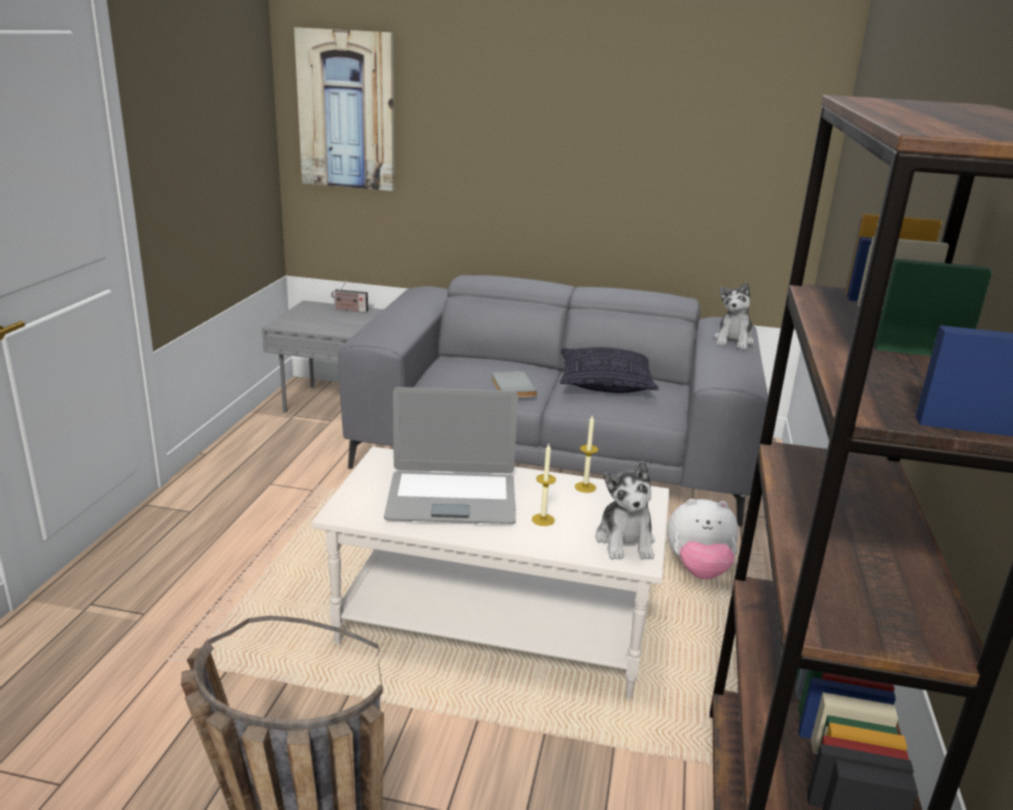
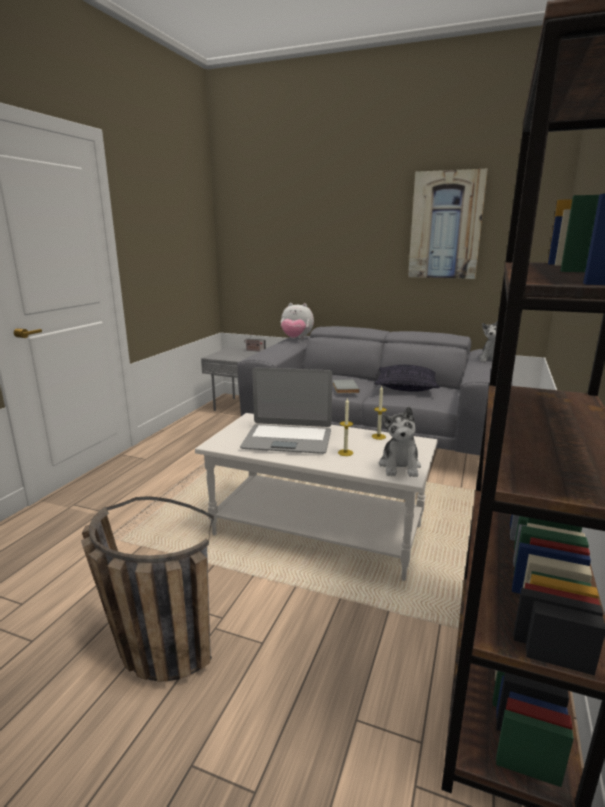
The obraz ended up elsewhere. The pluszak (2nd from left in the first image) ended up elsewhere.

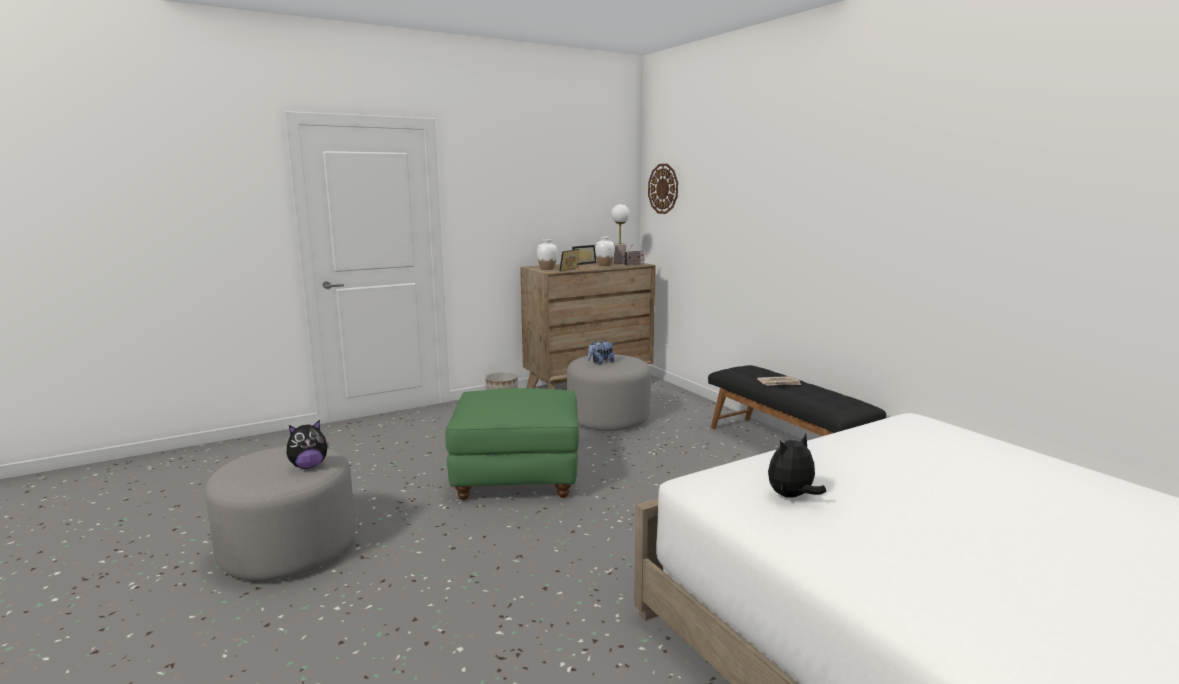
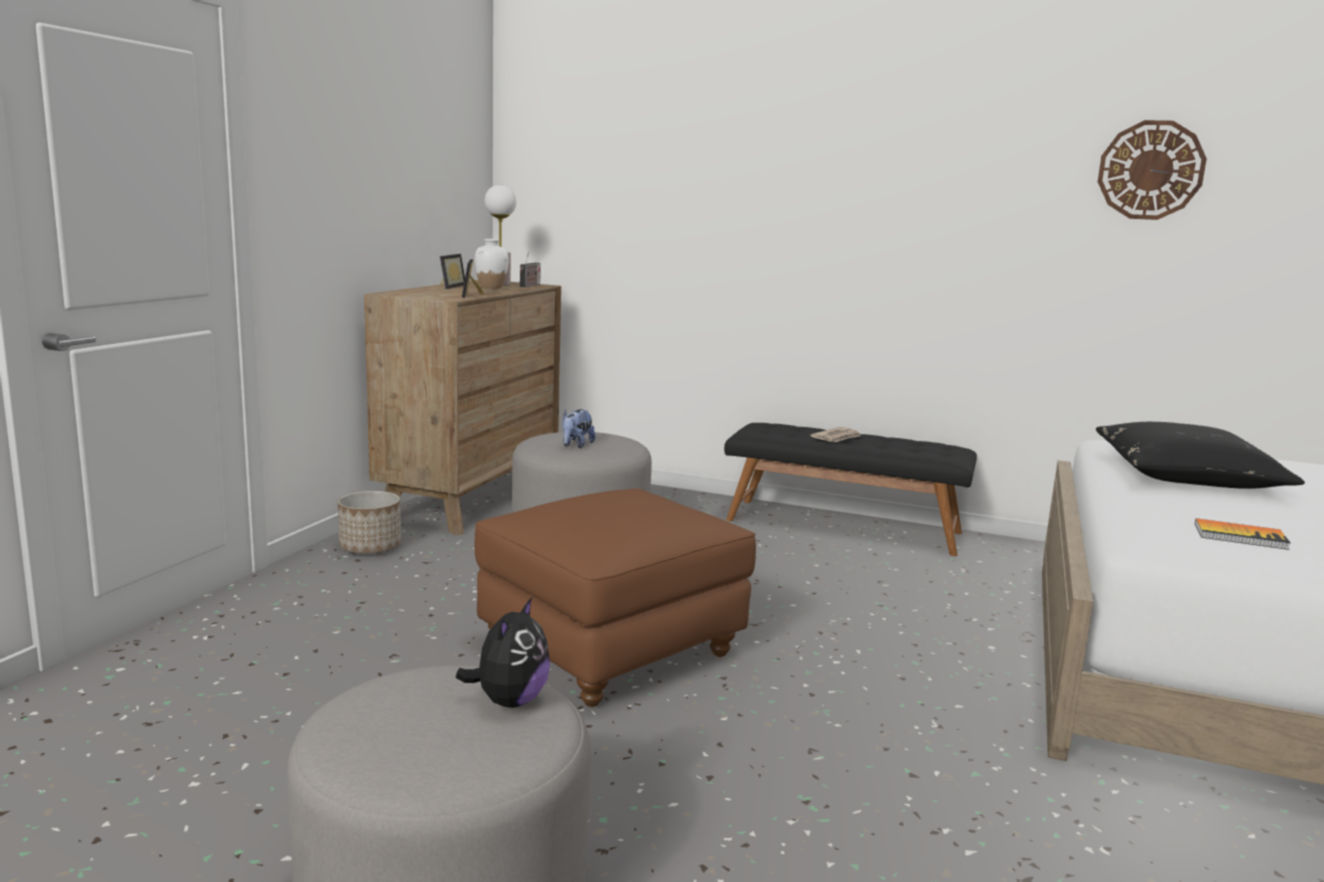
The second view lost the wazon/biały (1st from left). The second view gained the poduszka/czarny. The zegar ścienny ended up elsewhere. Where the pluszak (3rd from left) stood, the książka came to stand. What was the pufa/zielony turned into the pufa/brązowy.

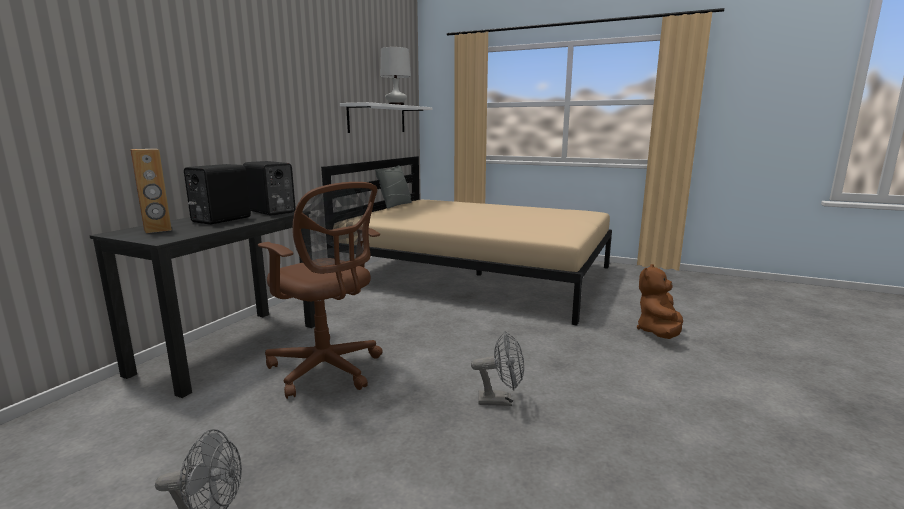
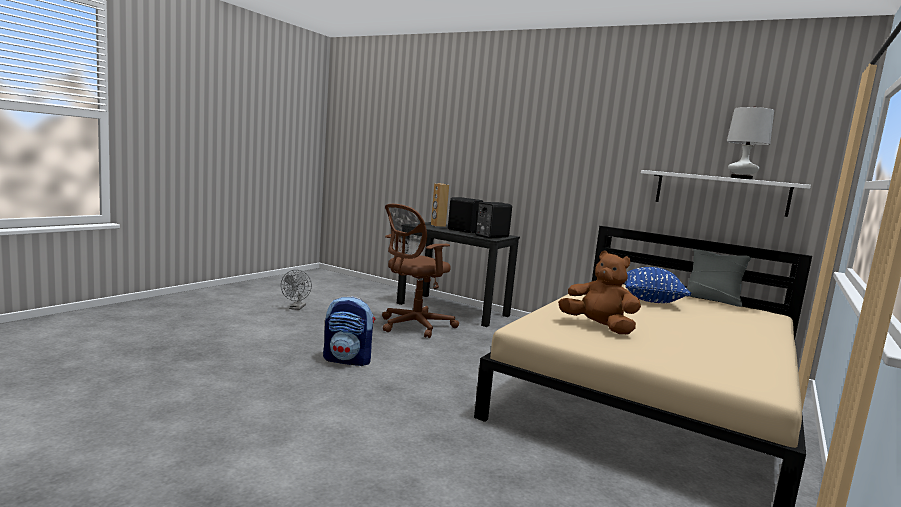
The second view gained the poduszka/niebieski. The pluszak/brązowy ended up elsewhere. Where the wentylator/szary (2nd from left) stood, the plecak came to stand.

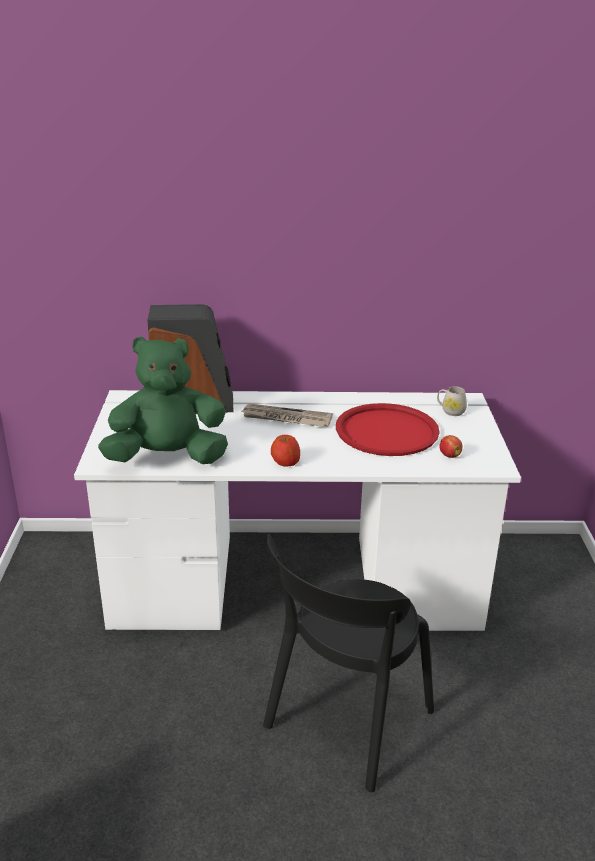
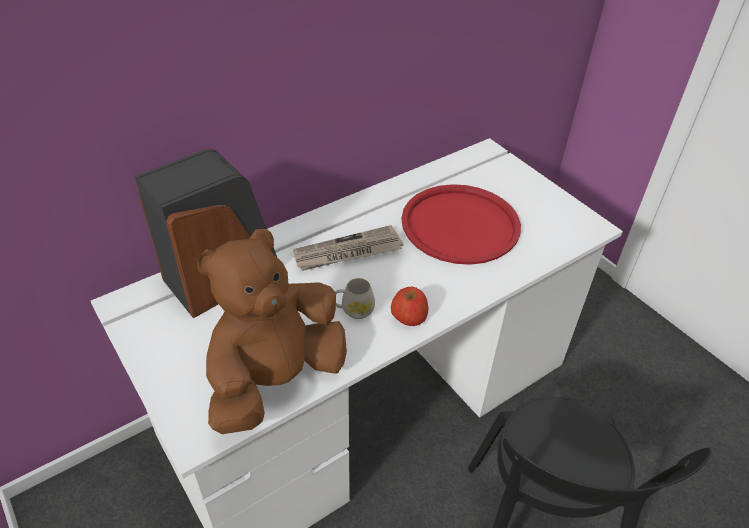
The second view lost the jabłko (2nd from left). The kubek/biały ended up elsewhere. What was the pluszak/zielony turned into the pluszak/brązowy.

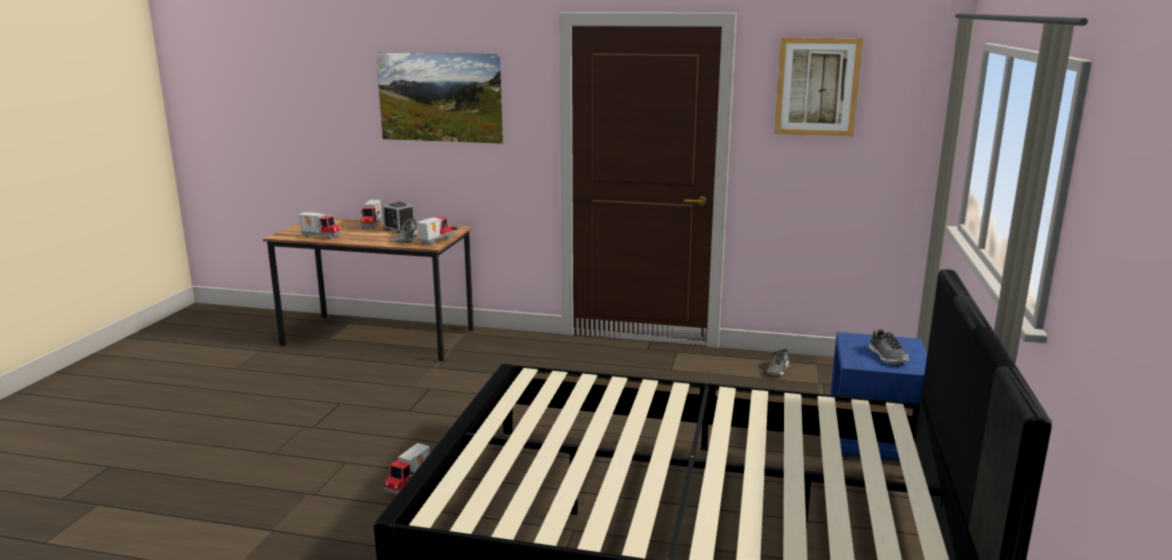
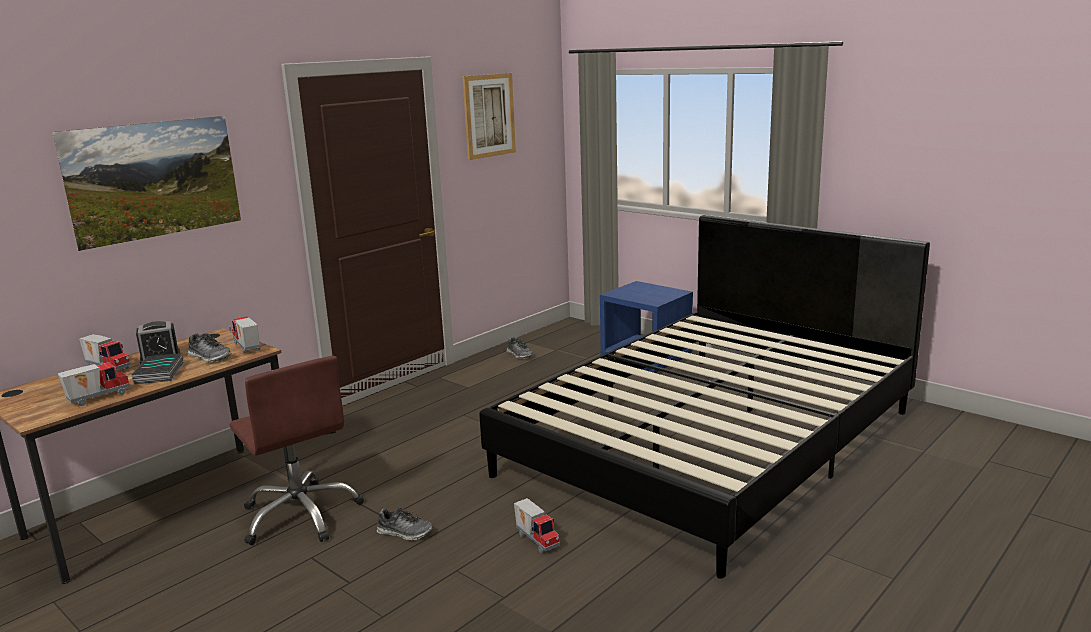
The second view gained the książka. The second view gained the krzesło biurowe/brązowy. The but (3rd from left in the first image) ended up elsewhere.

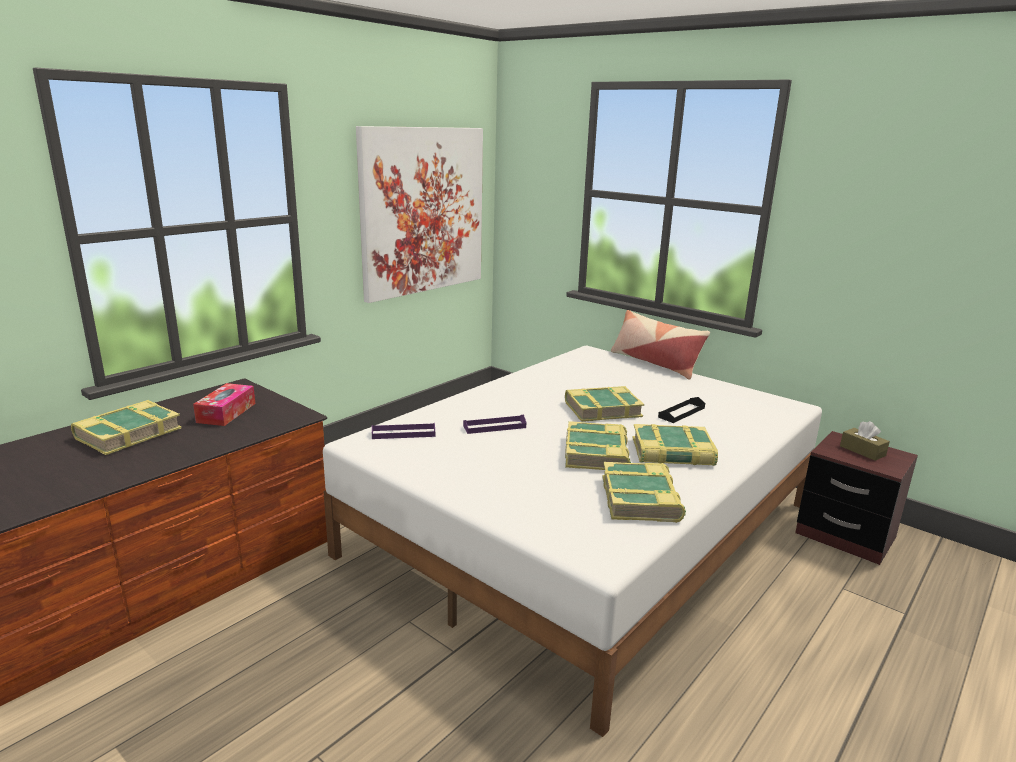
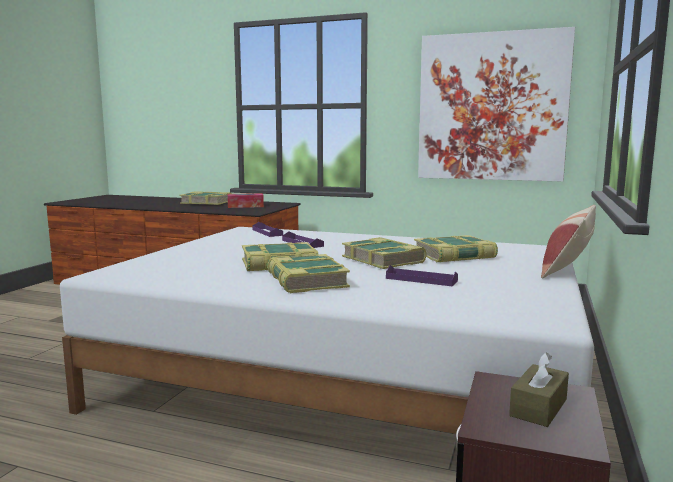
The książka (4th from left in the first image) ended up elsewhere. What was the taca/czarny turned into the taca/fioletowy (3rd from left).

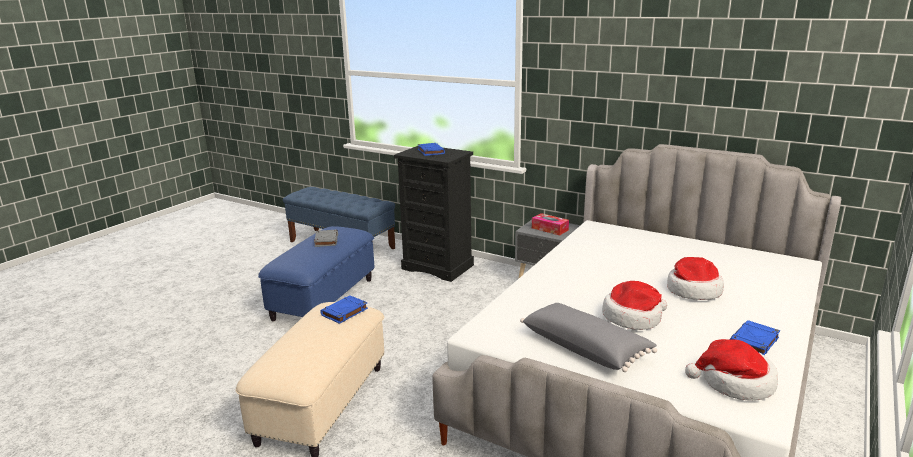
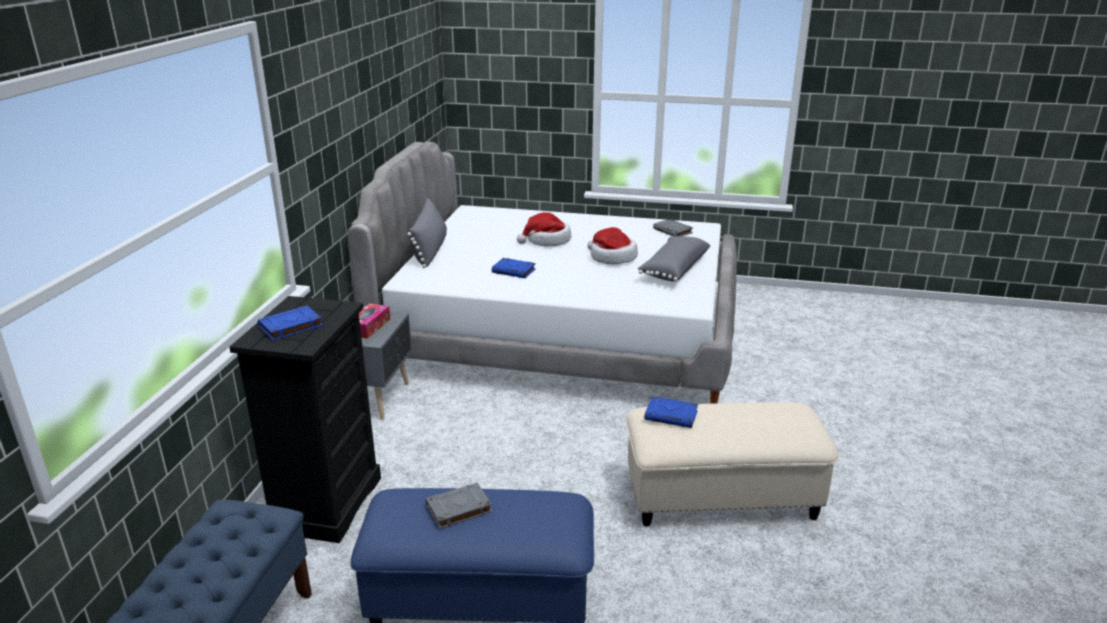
The second view gained the poduszka/szary (1st from left). The książka/niebieski (3rd from left in the first image) ended up elsewhere. Where the kapelusz (3rd from left) stood, the książka/szary (2nd from left) came to stand.

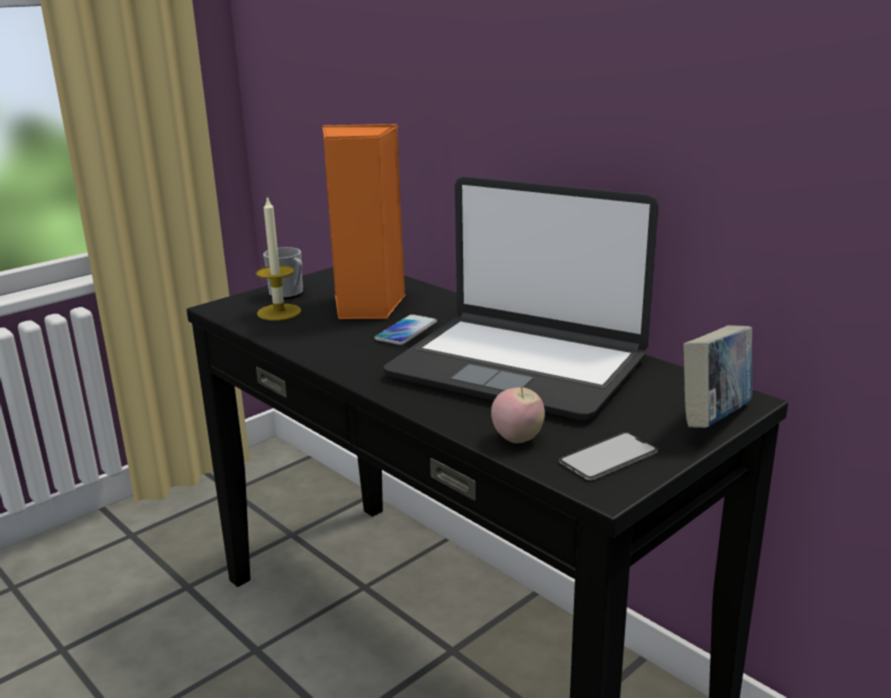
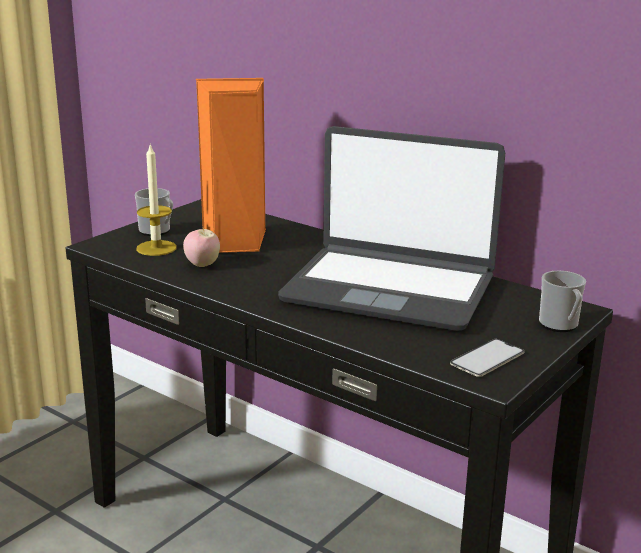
The second view lost the telefon (1st from left). The jabłko ended up elsewhere. Where the książka stood, the kubek (2nd from left) came to stand.

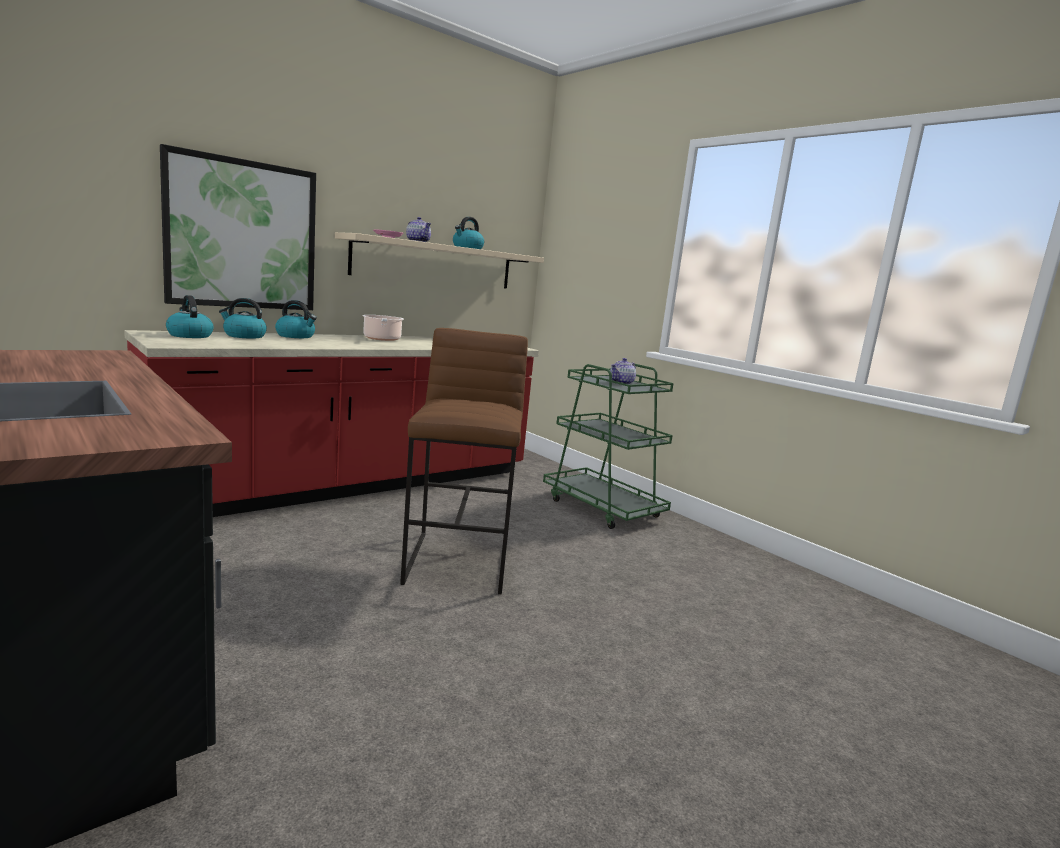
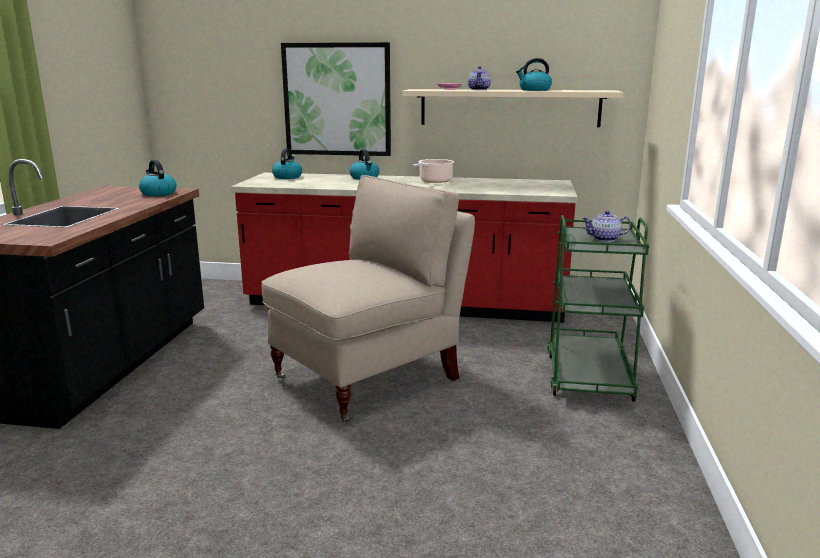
The czajnik (2nd from left in the first image) ended up elsewhere. Where the stołek/brązowy stood, the krzesło/beżowy came to stand.

